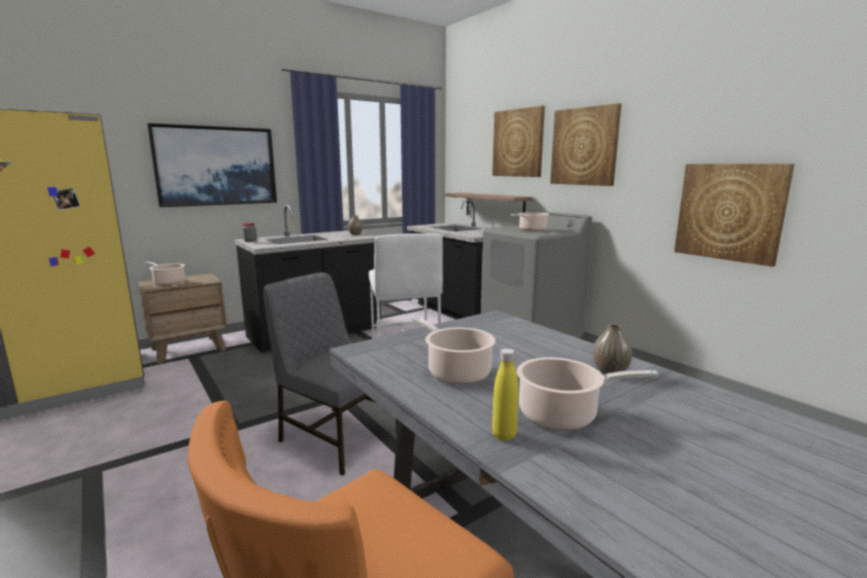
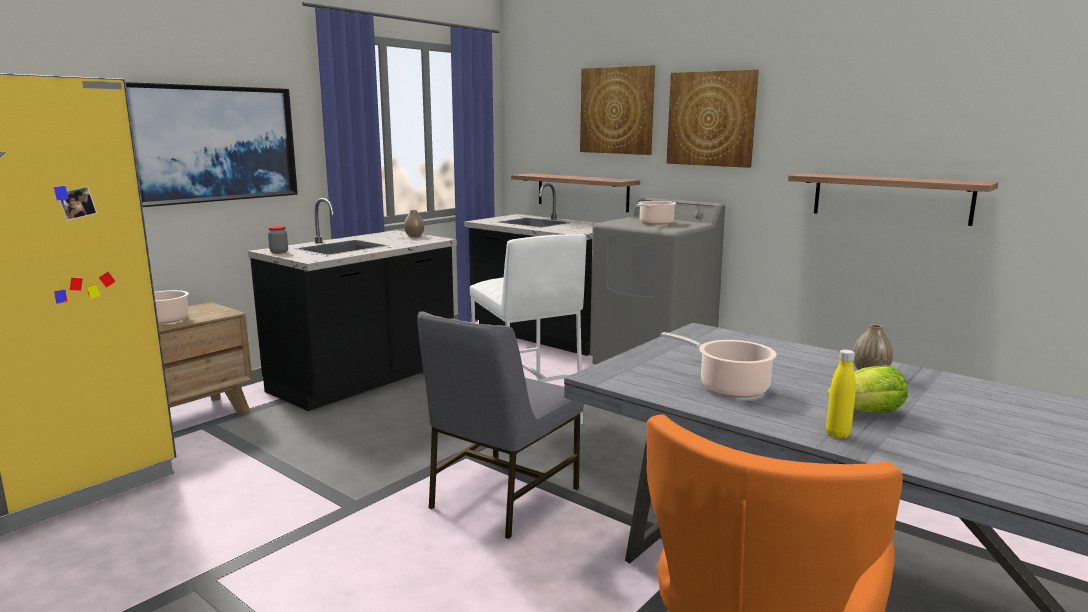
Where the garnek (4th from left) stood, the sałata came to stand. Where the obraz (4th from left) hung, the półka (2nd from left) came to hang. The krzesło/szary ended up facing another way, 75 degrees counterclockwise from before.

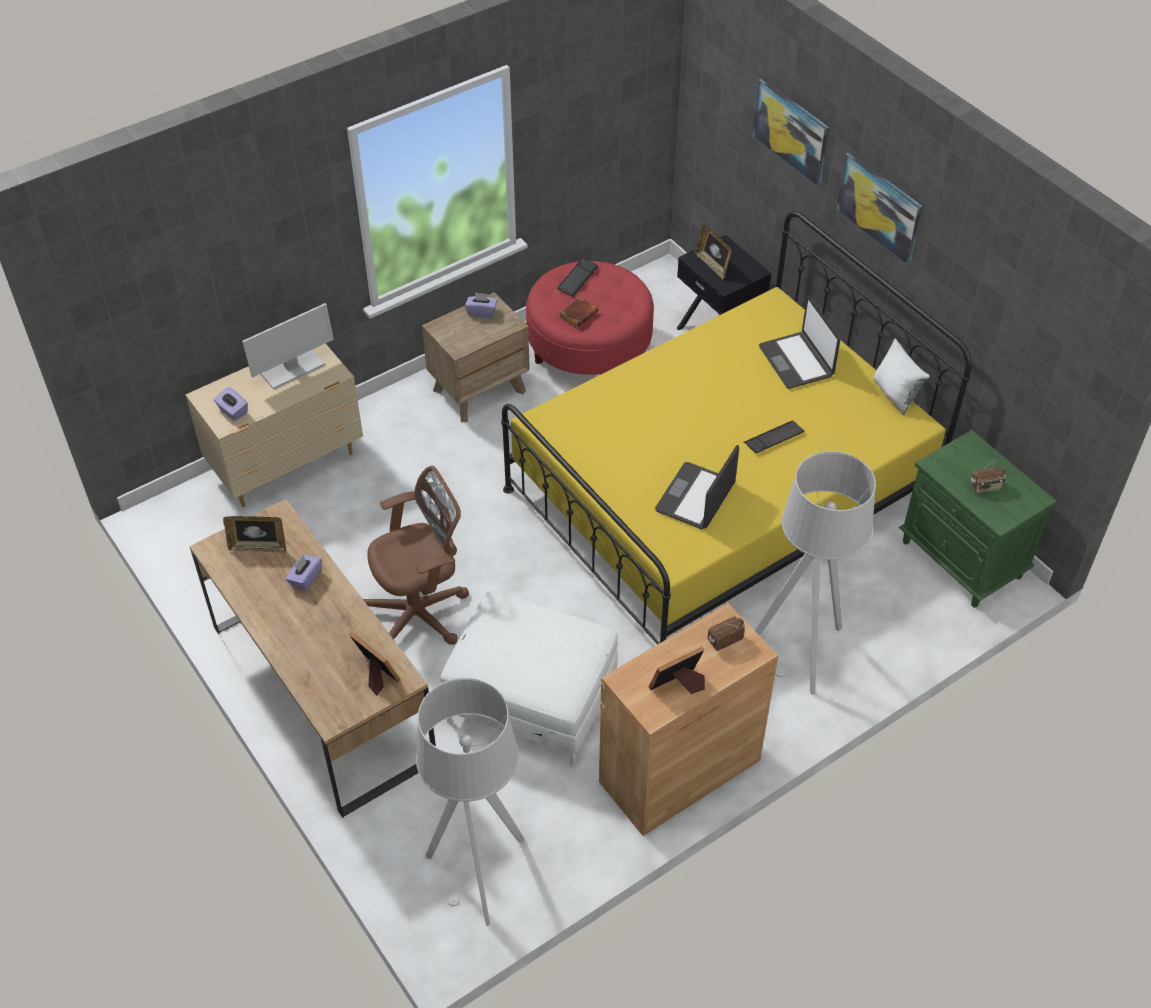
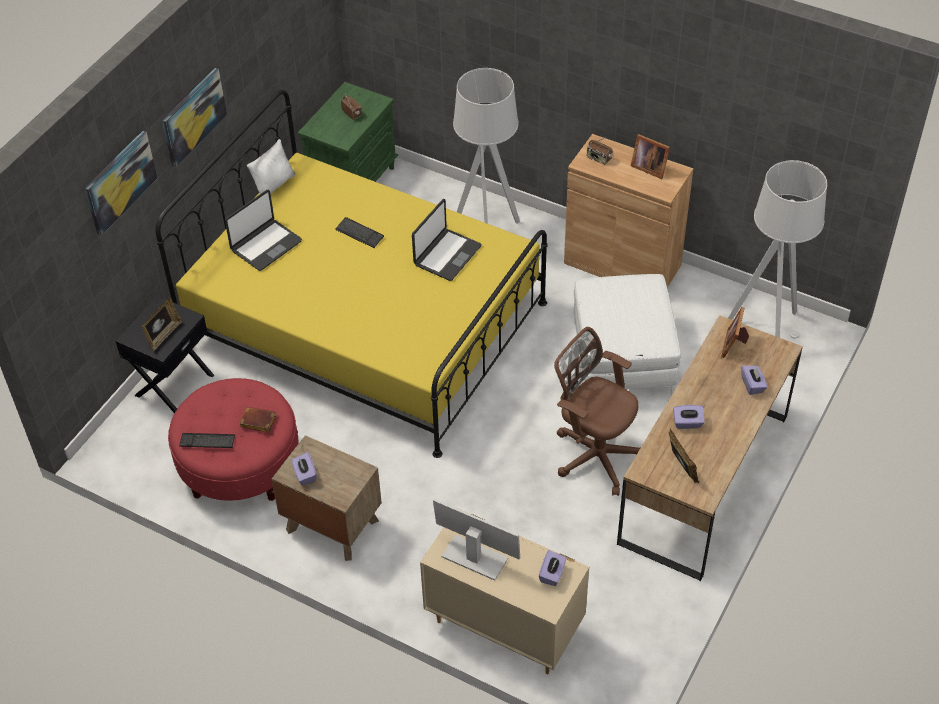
The second view gained the pudełko chusteczek/fioletowy (4th from left). The laptop (1st from left in the first image) ended up facing another way, 60 degrees counterclockwise from before.

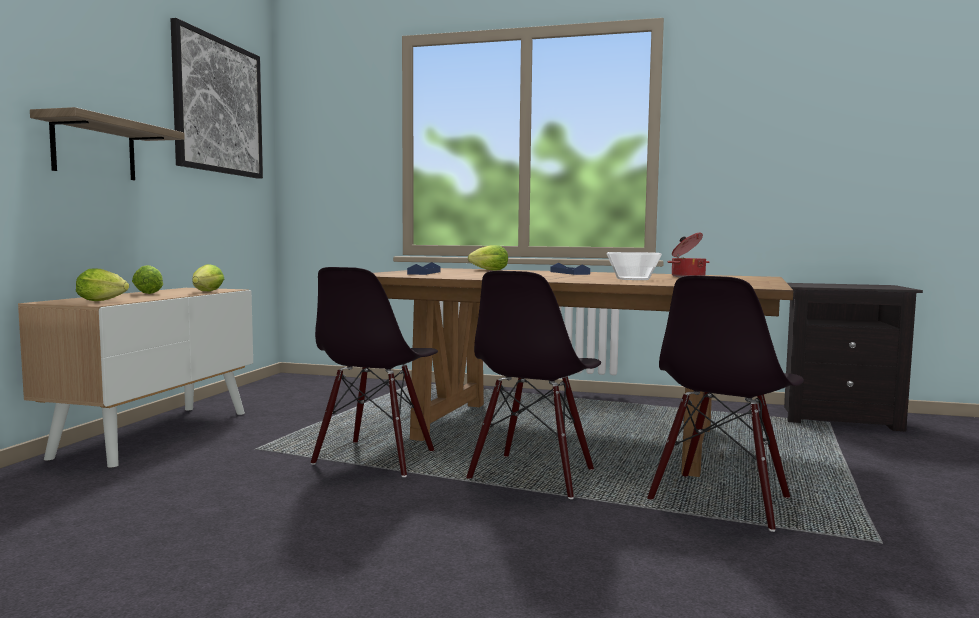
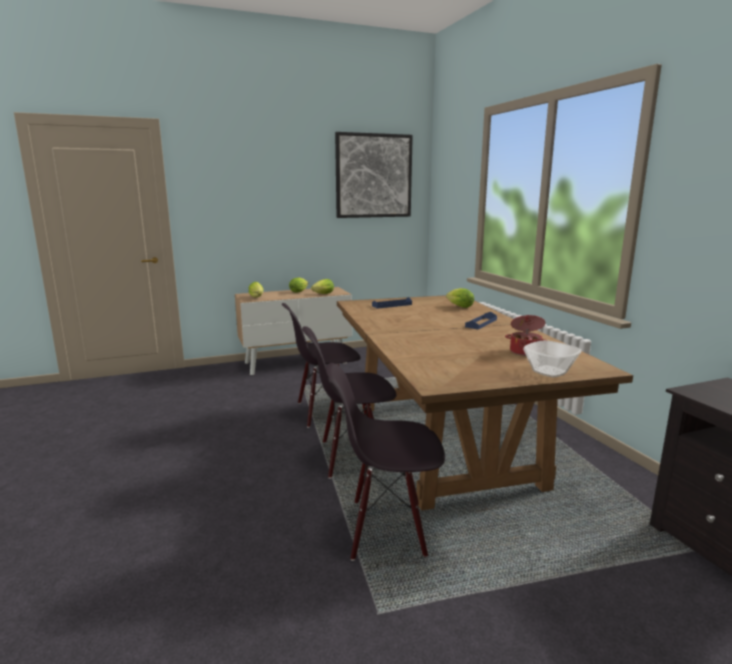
The second view lost the półka. The miska ended up elsewhere.

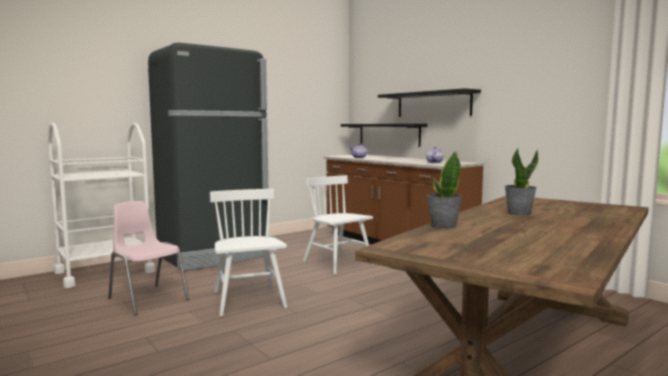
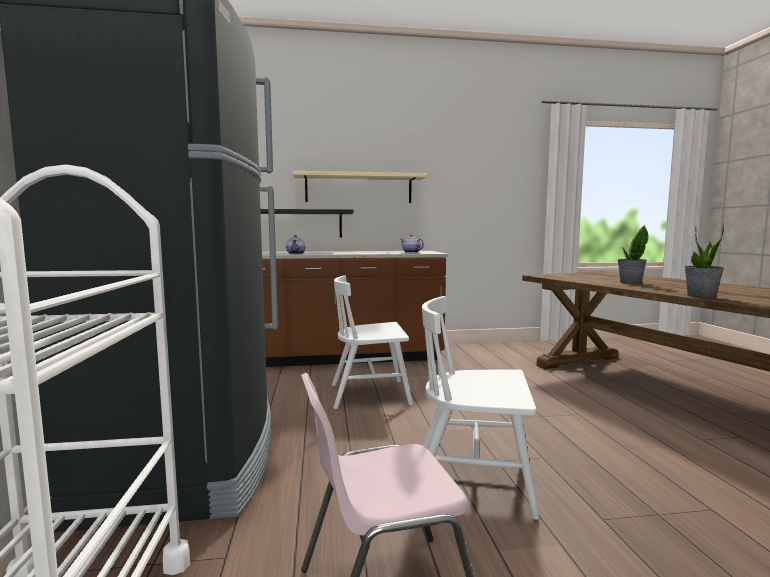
What was the półka/czarny (2nd from left) turned into the półka/beżowy.

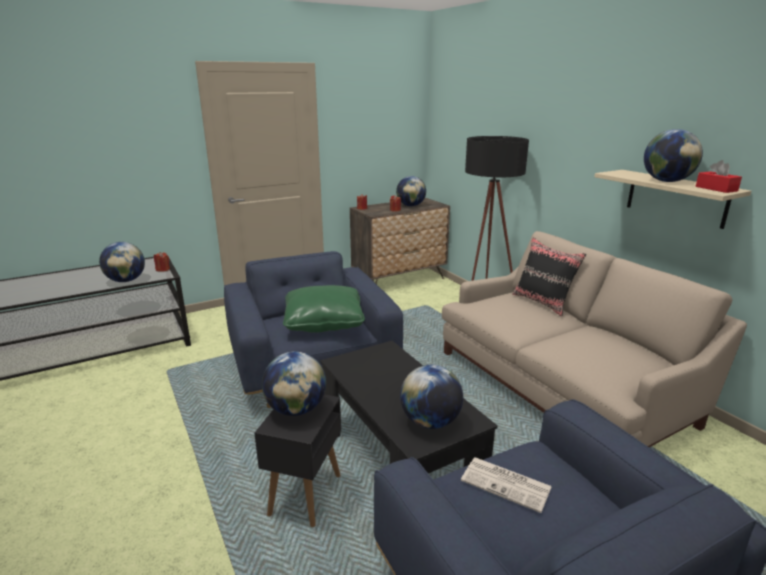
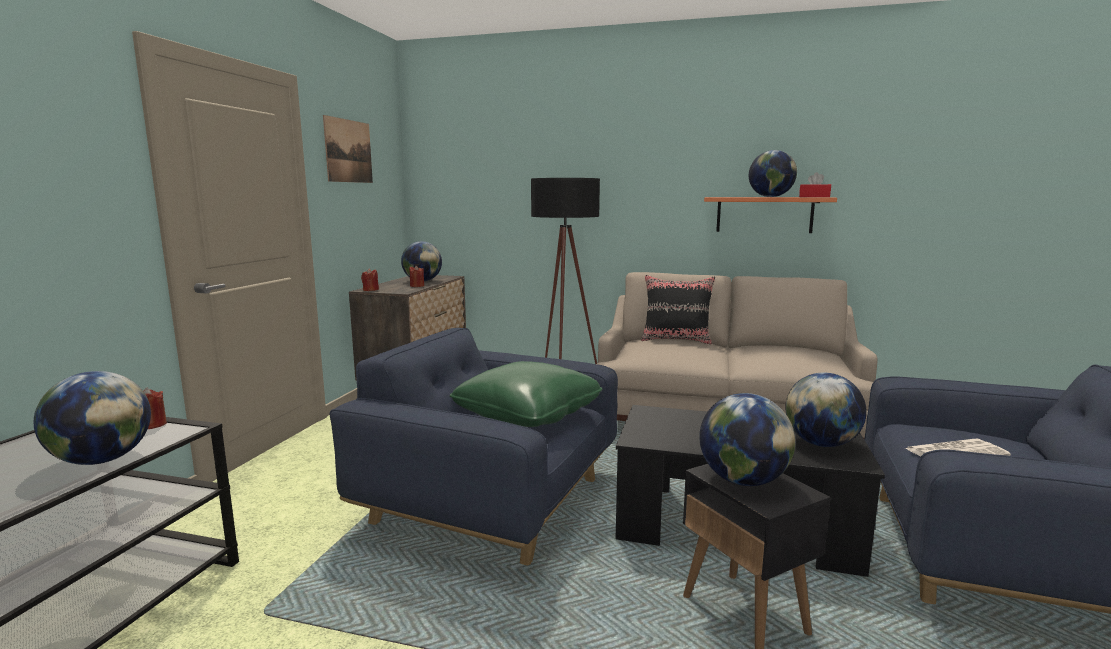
The second view gained the obraz. What was the półka/beżowy turned into the półka/pomarańczowy.

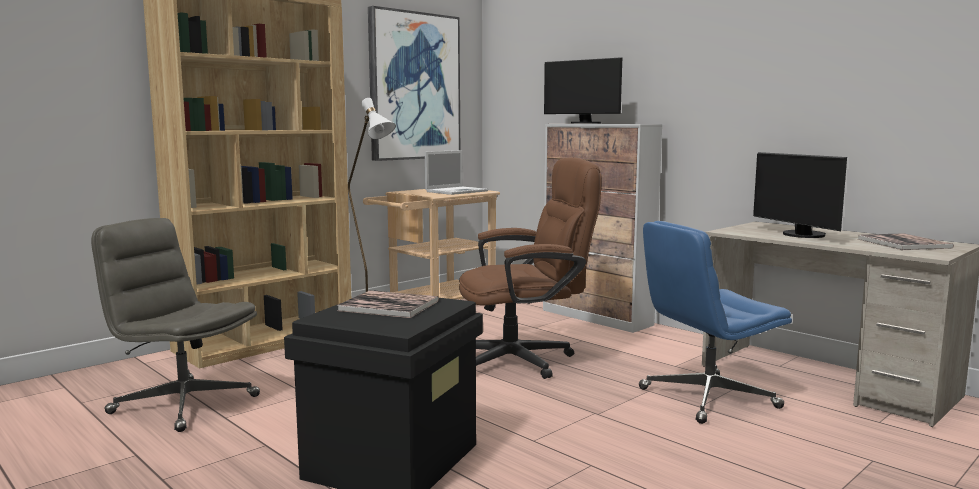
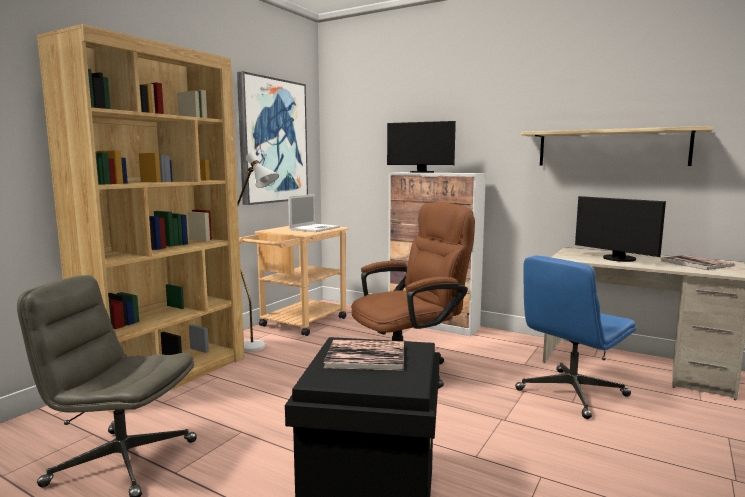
The second view gained the półka.

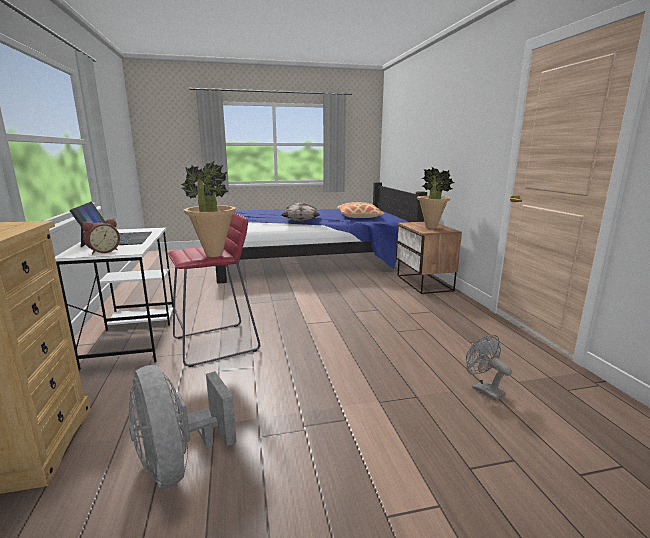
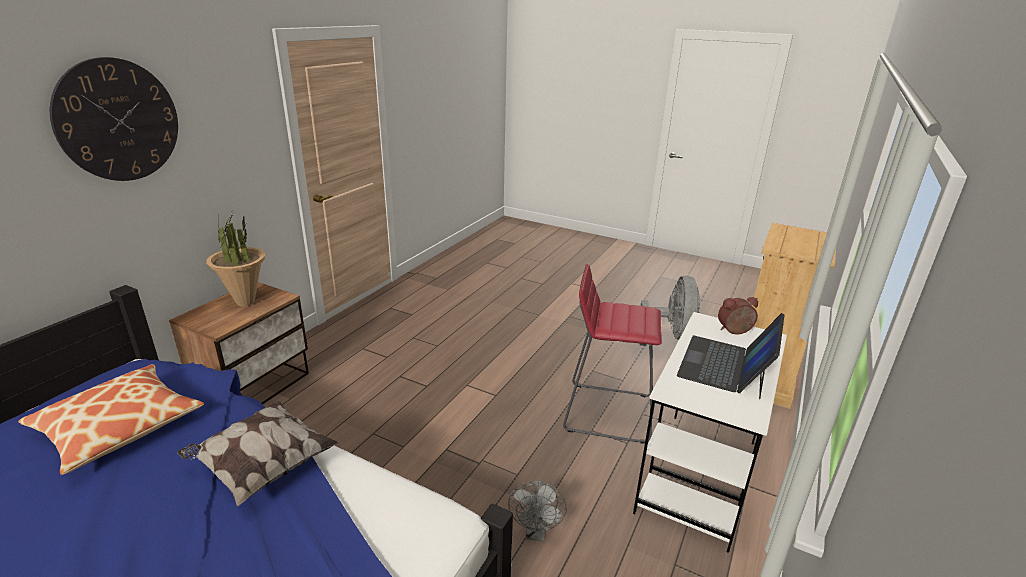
The second view lost the roślina doniczkowa (1st from left). The second view gained the zegar ścienny. The wentylator/szary (2nd from left in the first image) ended up elsewhere.

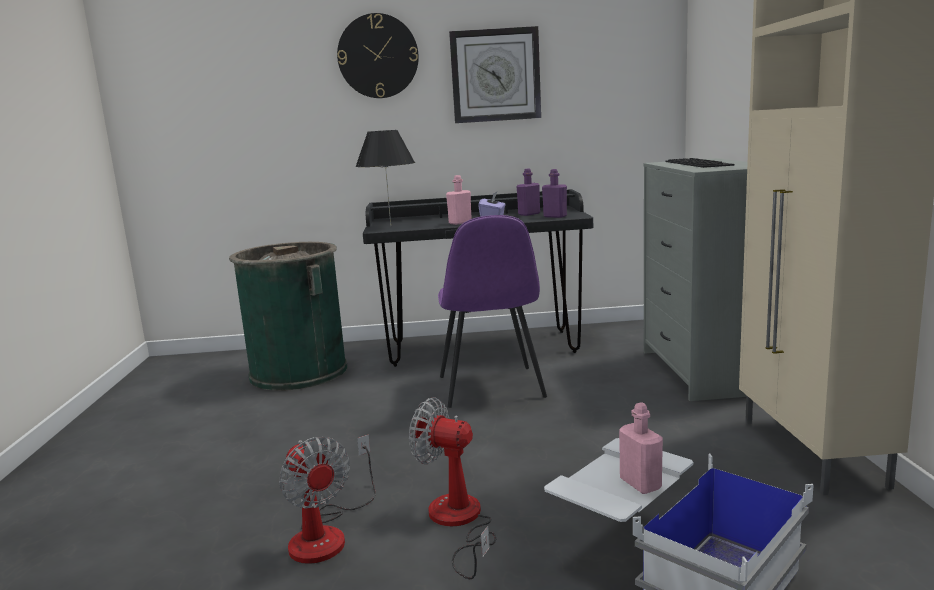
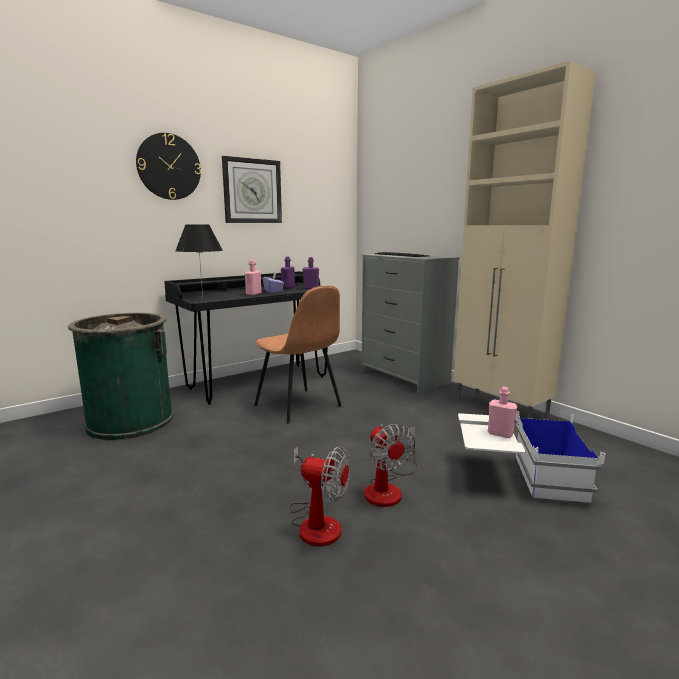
What was the krzesło/fioletowy turned into the krzesło/brązowy. The wentylator (2nd from left) ended up facing another way, 105 degrees counterclockwise from before.

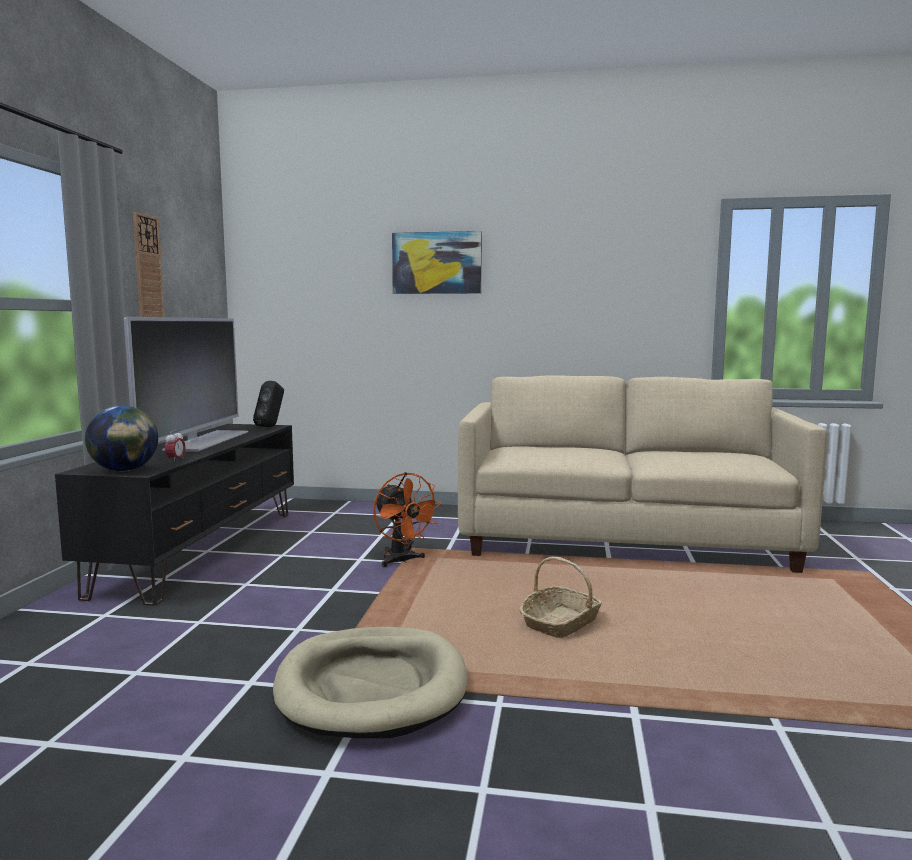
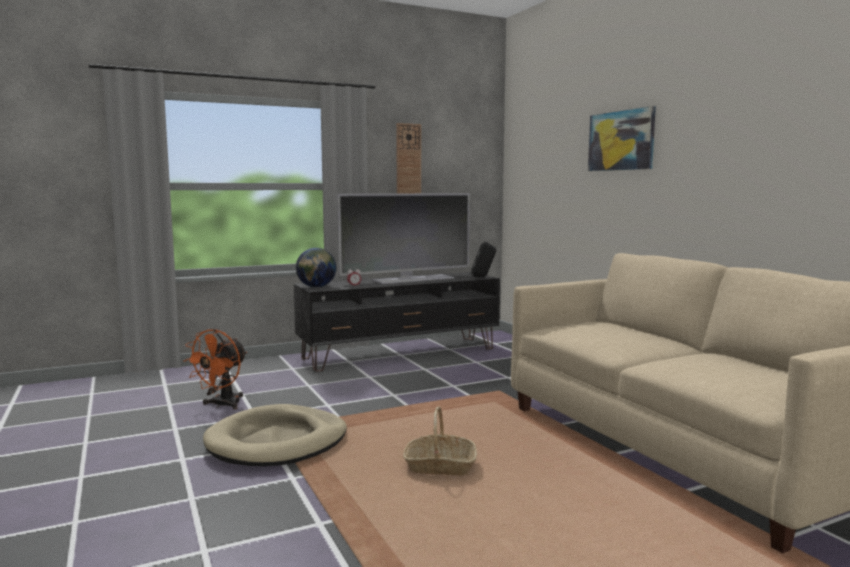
The wentylator/pomarańczowy ended up elsewhere.

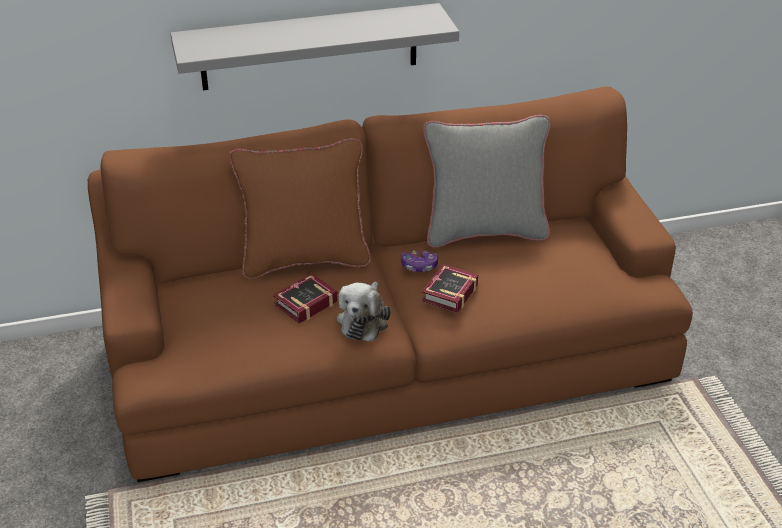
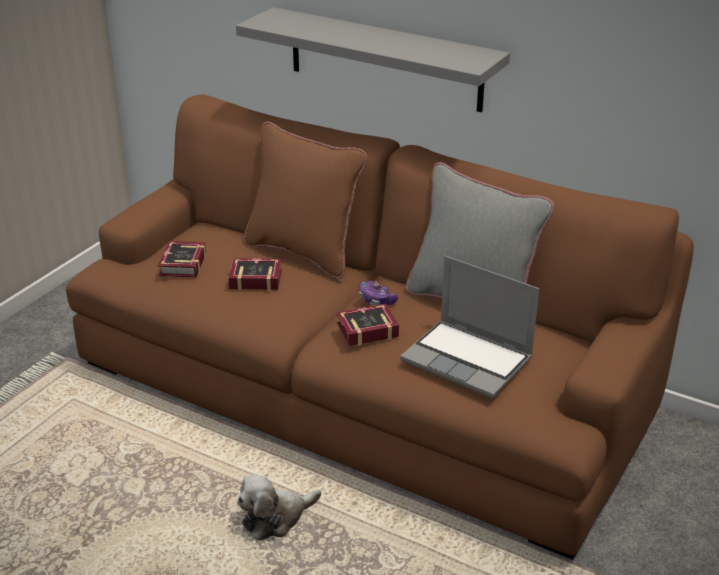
The second view gained the książka (1st from left). The second view gained the laptop. The pluszak ended up elsewhere.

